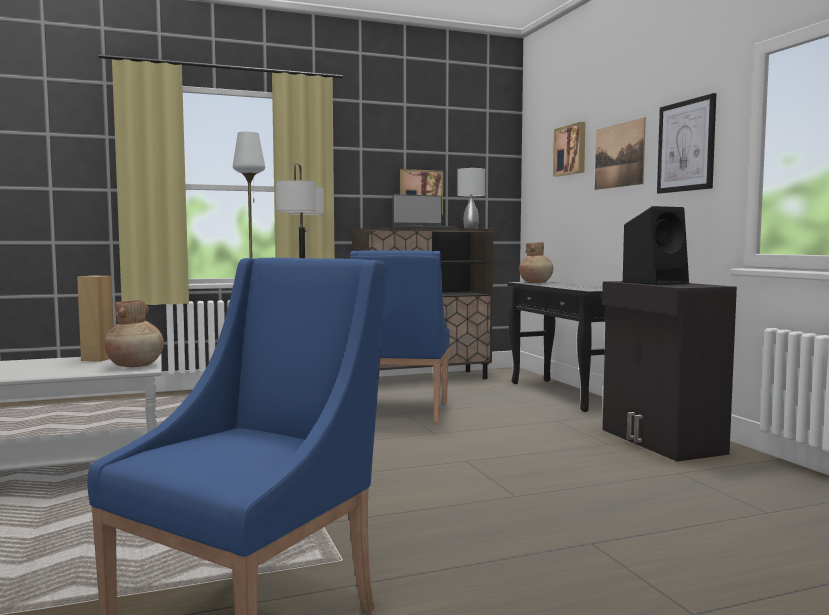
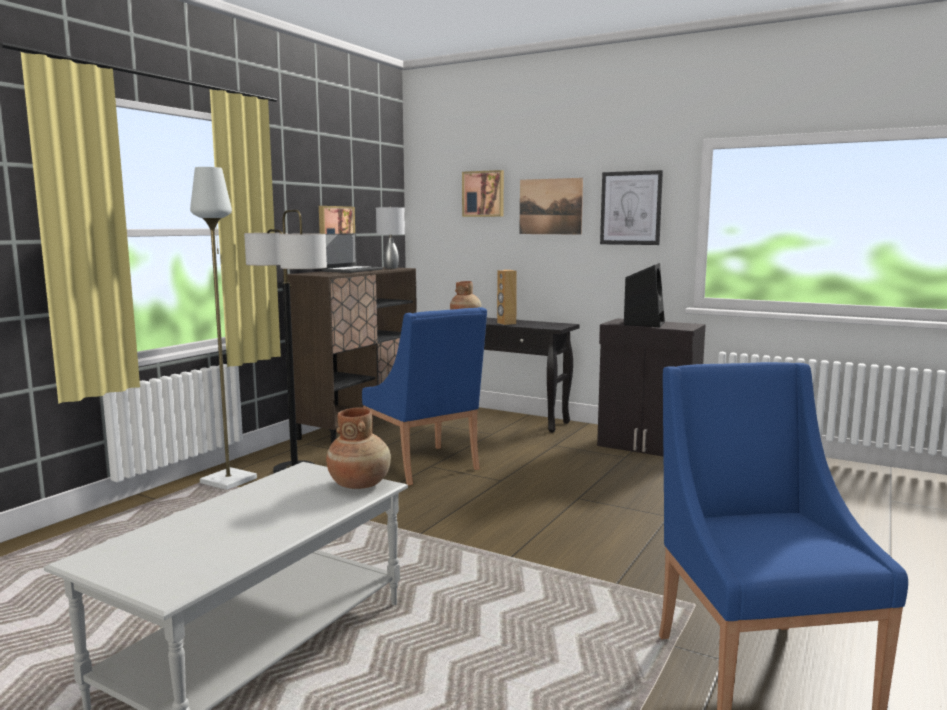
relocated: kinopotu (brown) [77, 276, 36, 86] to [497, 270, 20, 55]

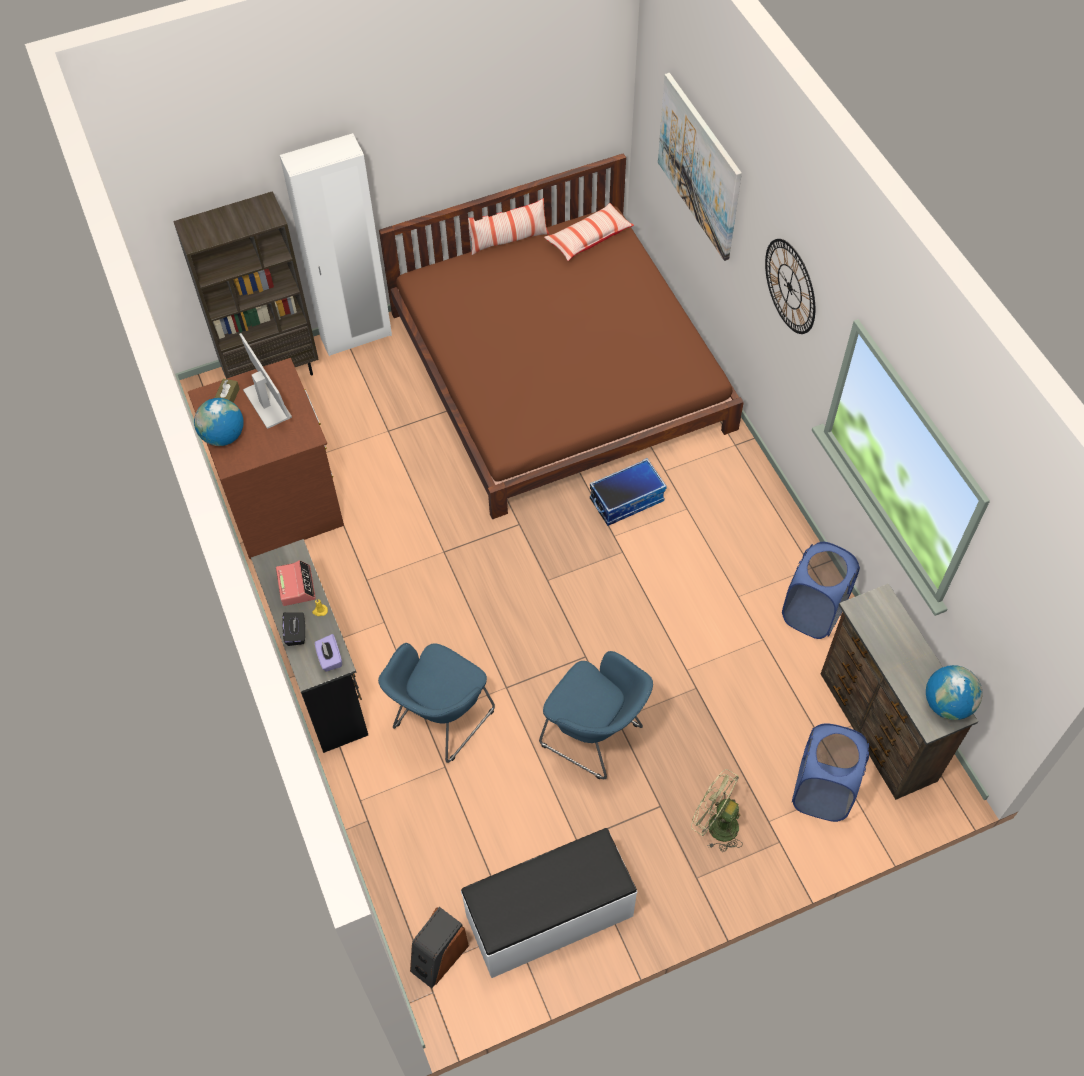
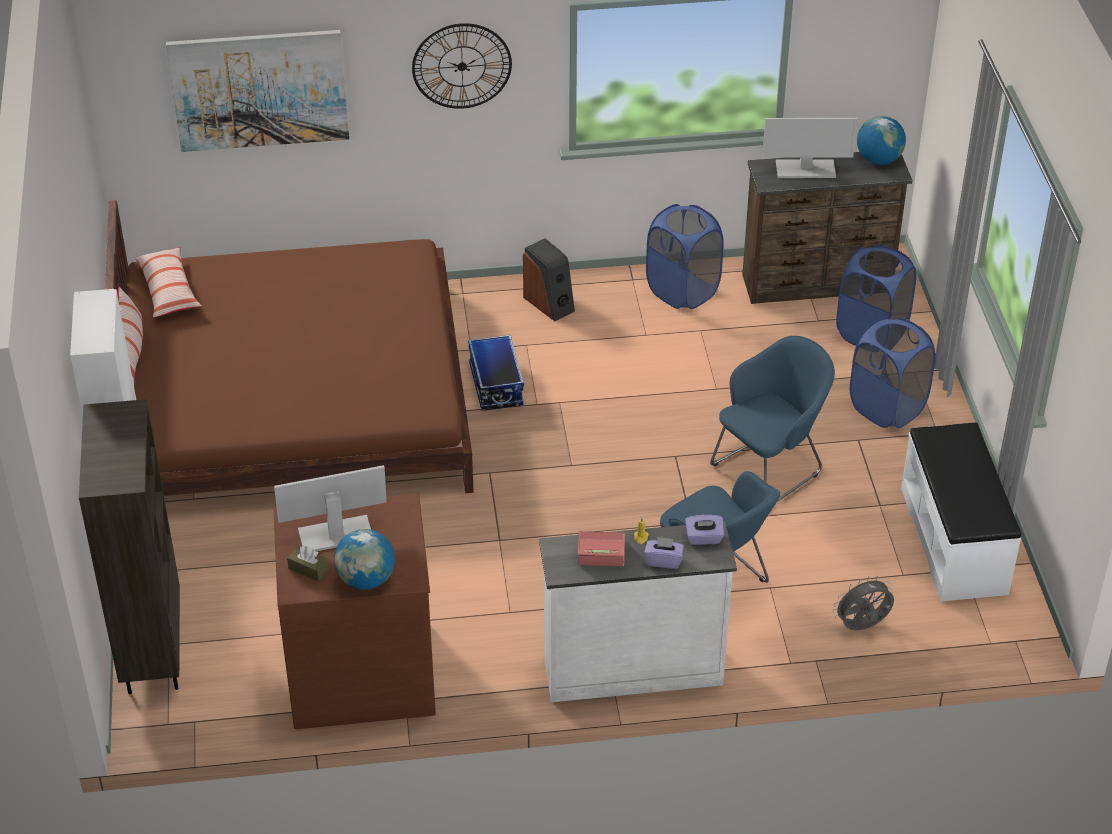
appeared: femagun [763, 118, 94, 60]; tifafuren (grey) [833, 576, 61, 54]
relocated: kinopotu [410, 907, 59, 81] to [523, 238, 52, 83]
exchanged: tifafuren (green) [691, 769, 52, 83] to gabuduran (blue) [850, 317, 86, 111]
colour: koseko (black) [251, 539, 117, 214] to koseko (white) [539, 521, 198, 181]; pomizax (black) [282, 612, 23, 34] to pomizax (purple) [644, 537, 40, 32]

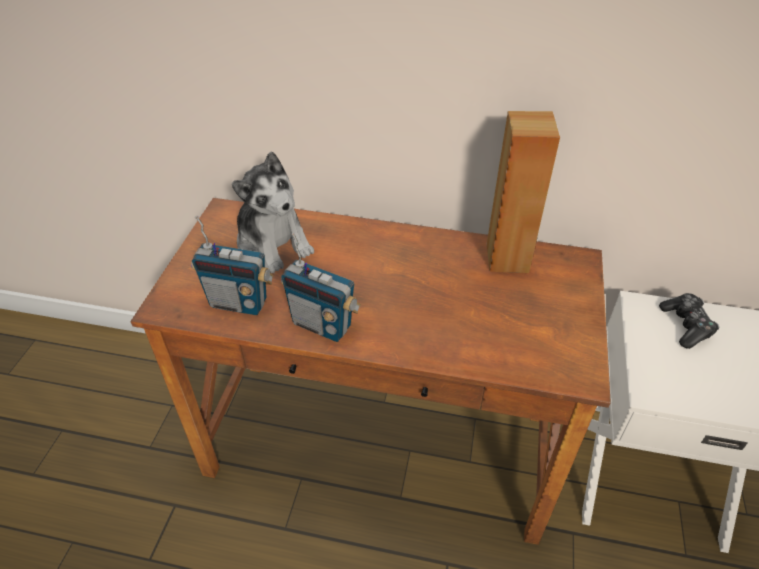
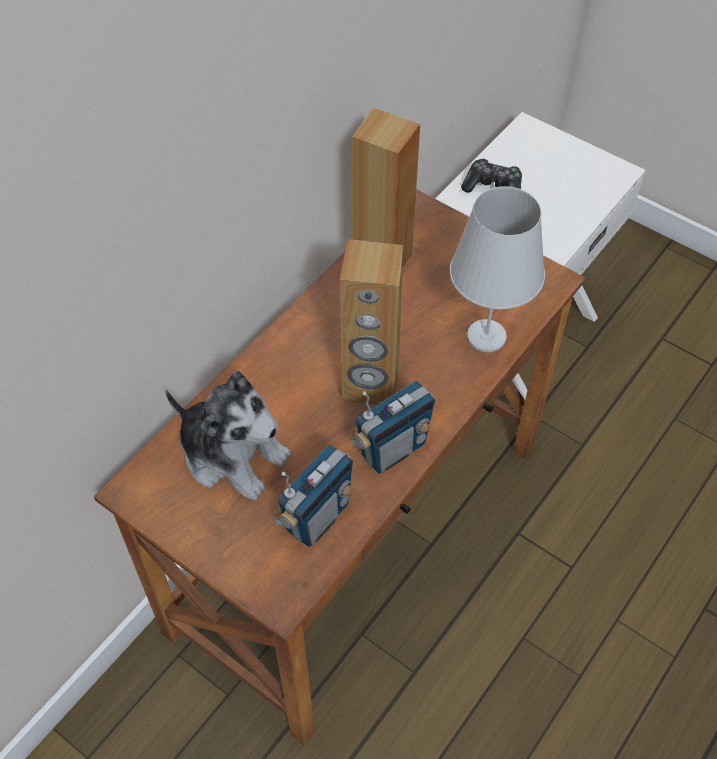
appeared: kinopotu (brown) [340, 239, 63, 166]; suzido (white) [450, 186, 95, 166]
spun: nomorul [232, 151, 82, 122] = [165, 371, 126, 130] 45 degrees clockwise

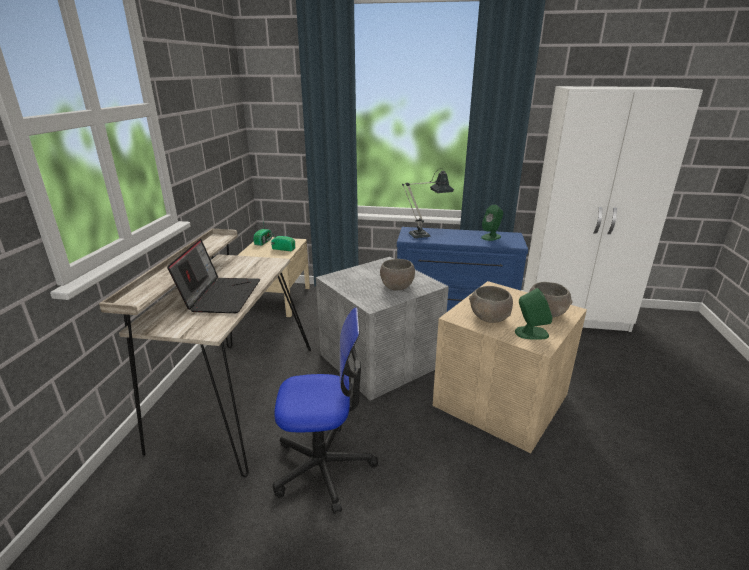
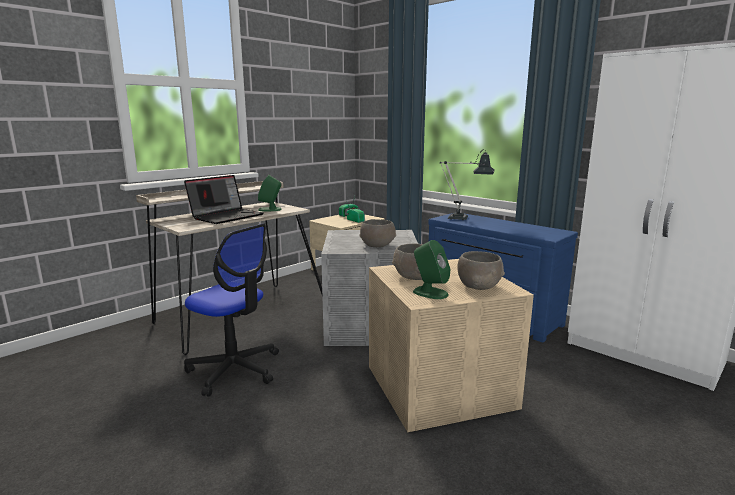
relocated: kinopotu (green) [481, 205, 22, 36] to [258, 175, 24, 36]

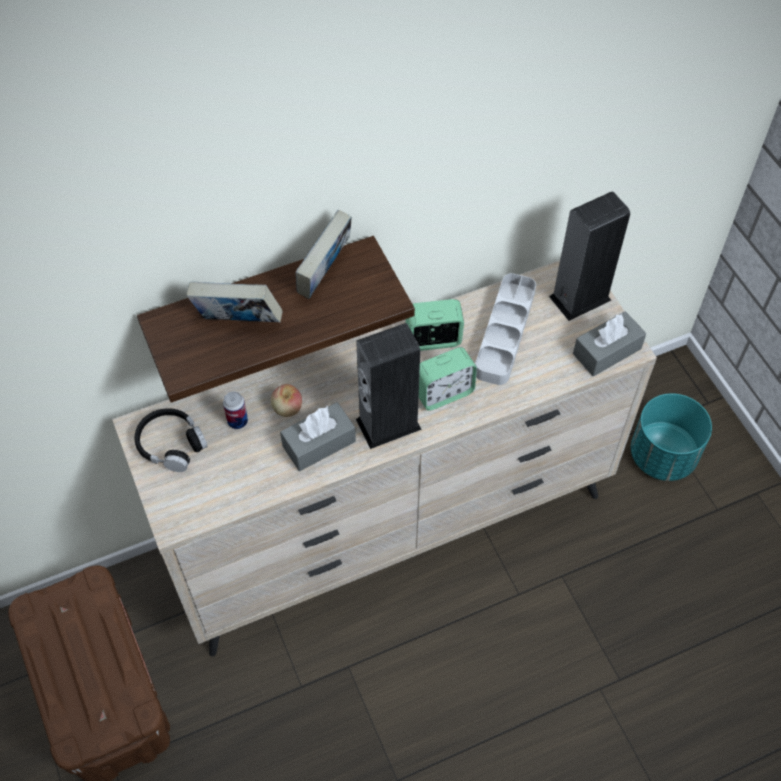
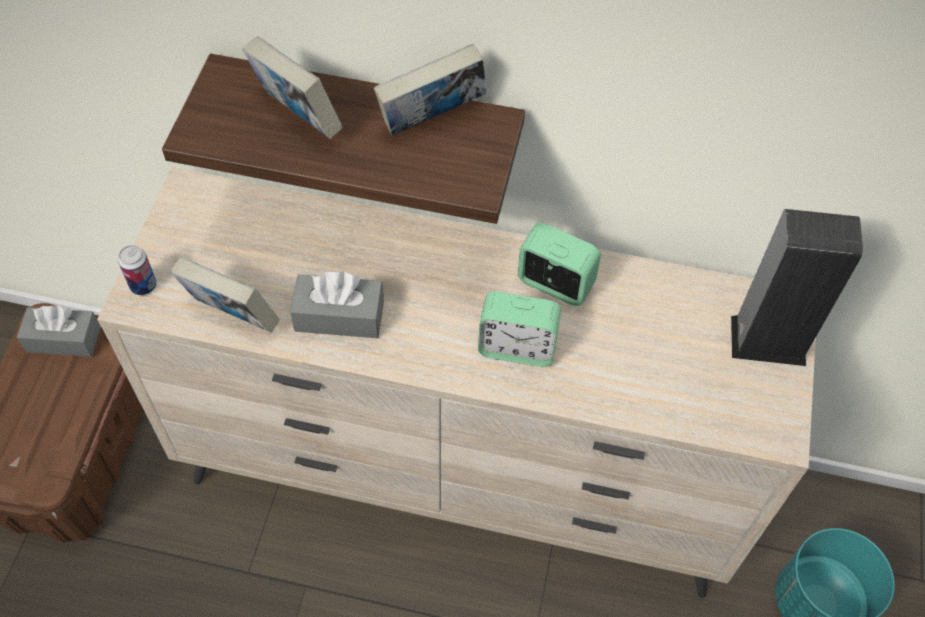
missing: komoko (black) [134, 408, 74, 64]; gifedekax [271, 384, 31, 33]; kinopotu [356, 323, 66, 126]; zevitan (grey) [475, 273, 61, 112]
appeared: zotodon [170, 257, 109, 76]
relocated: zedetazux [223, 391, 25, 38] to [118, 245, 39, 50]; pomizax (grey) [573, 311, 73, 65] to [17, 305, 84, 52]

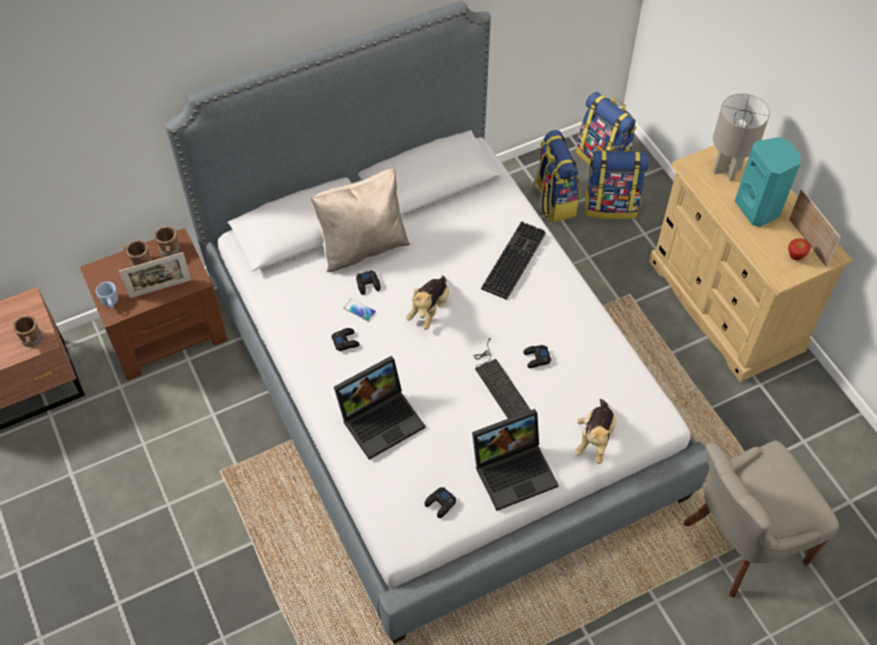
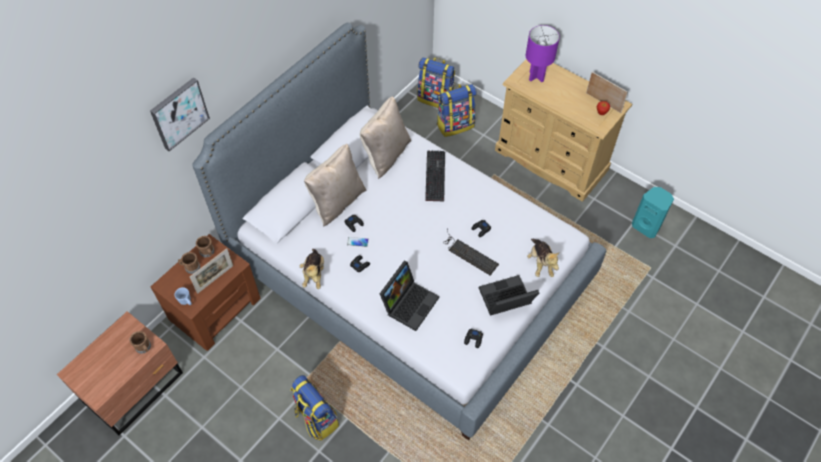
missing: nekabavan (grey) [684, 441, 155, 157]
appeared: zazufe [150, 77, 60, 74]; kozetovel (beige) [360, 96, 51, 83]
relocated: nomorul [406, 276, 43, 54] to [300, 249, 24, 40]; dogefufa [532, 130, 48, 92] to [291, 375, 48, 66]; kinopotu (turquoise) [735, 137, 66, 90] to [632, 187, 42, 51]
colour: suzido (grey) [713, 93, 57, 88] to suzido (purple) [526, 25, 34, 57]
spun: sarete [472, 409, 87, 102] = [479, 275, 60, 41] 150 degrees counterclockwise

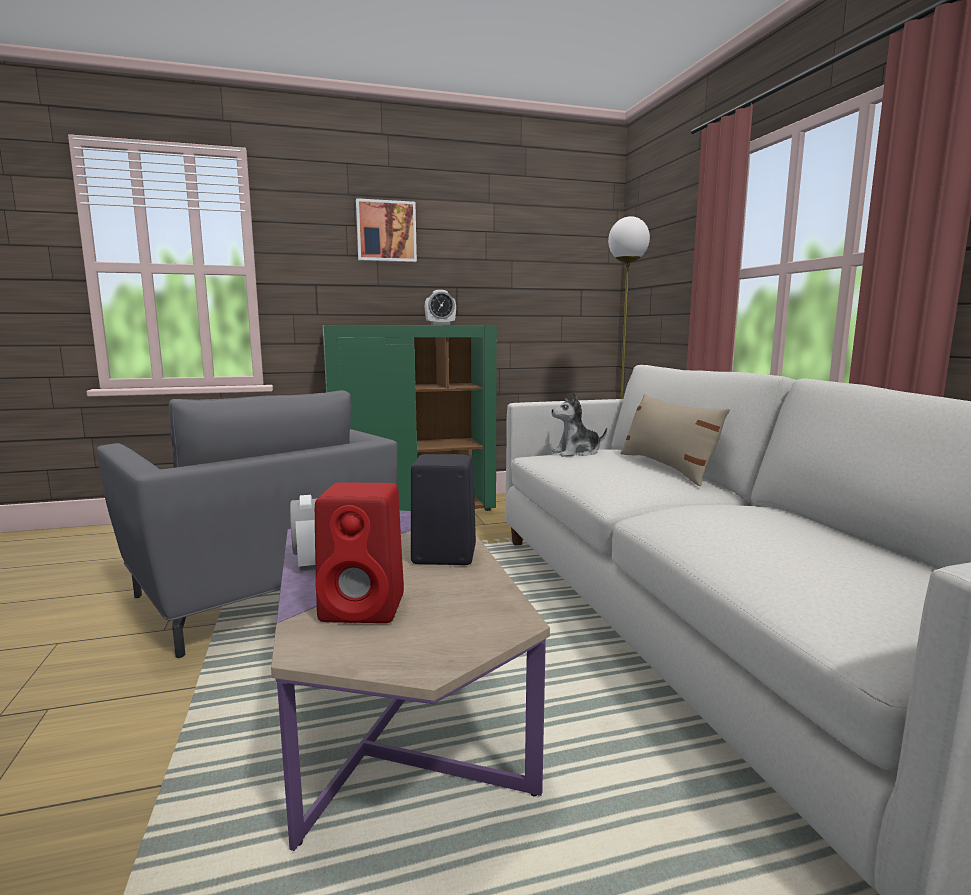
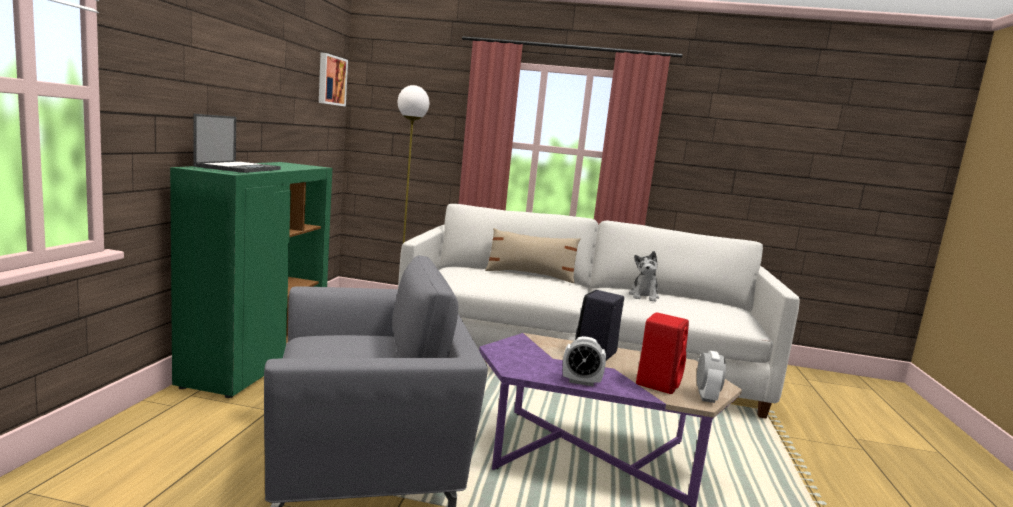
appeared: sarete [194, 114, 87, 59]
relocated: zazufe [356, 198, 61, 64] to [319, 53, 29, 53]; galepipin [425, 290, 31, 35] to [697, 351, 29, 52]; nomorul [551, 393, 56, 64] to [629, 251, 30, 51]

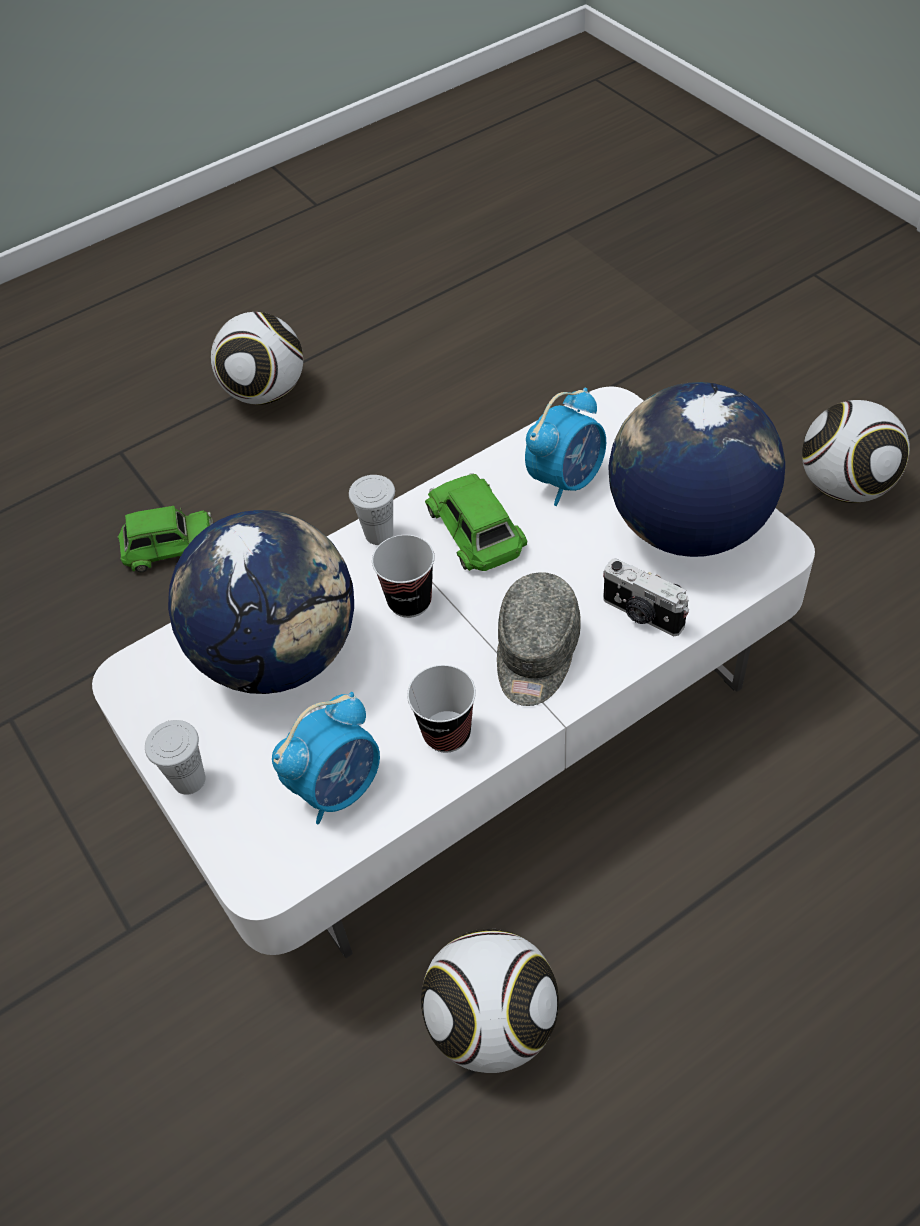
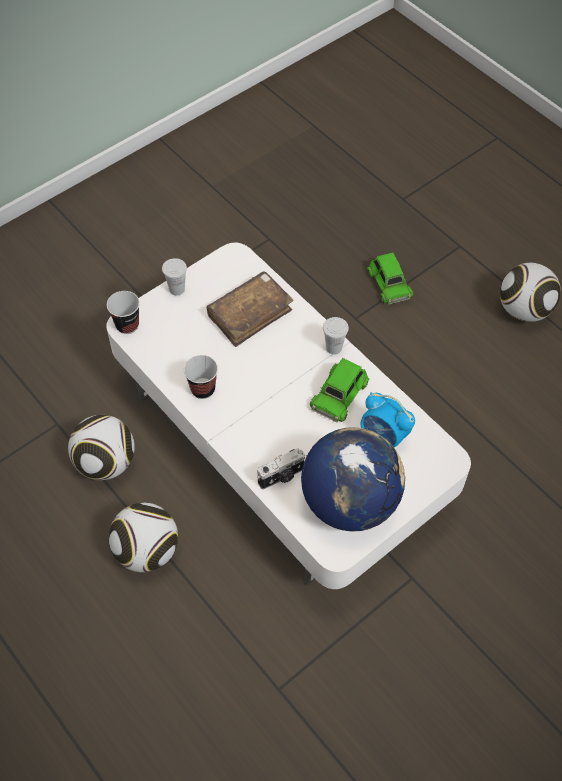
missing: galepipin [272, 692, 108, 132]; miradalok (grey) [497, 572, 84, 134]
relocated: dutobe [372, 535, 62, 83] to [107, 291, 33, 43]; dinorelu [802, 400, 108, 103] to [109, 503, 69, 69]
exchanged: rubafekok [168, 510, 186, 184] to zotodon (brown) [207, 271, 87, 76]
spun: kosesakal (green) [425, 473, 102, 98] = [310, 358, 59, 64] 150 degrees clockwise; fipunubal [603, 558, 86, 78] = [257, 448, 48, 42] 150 degrees counterclockwise

